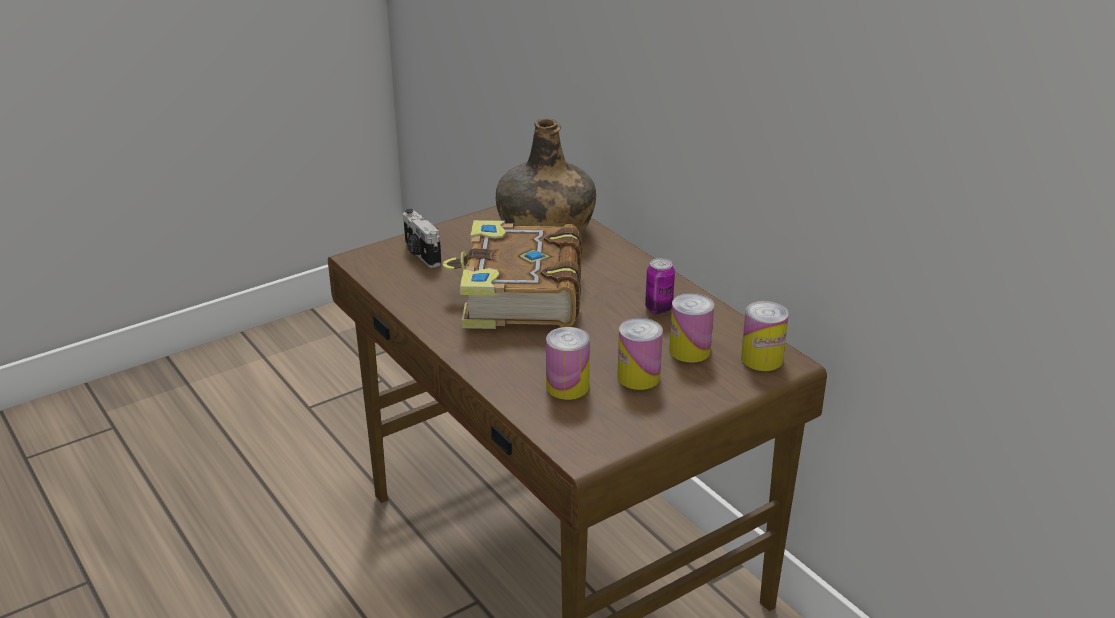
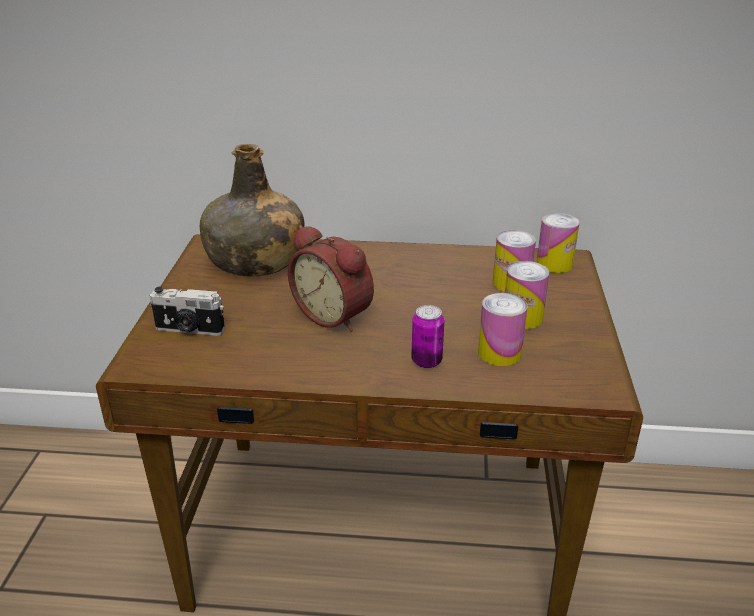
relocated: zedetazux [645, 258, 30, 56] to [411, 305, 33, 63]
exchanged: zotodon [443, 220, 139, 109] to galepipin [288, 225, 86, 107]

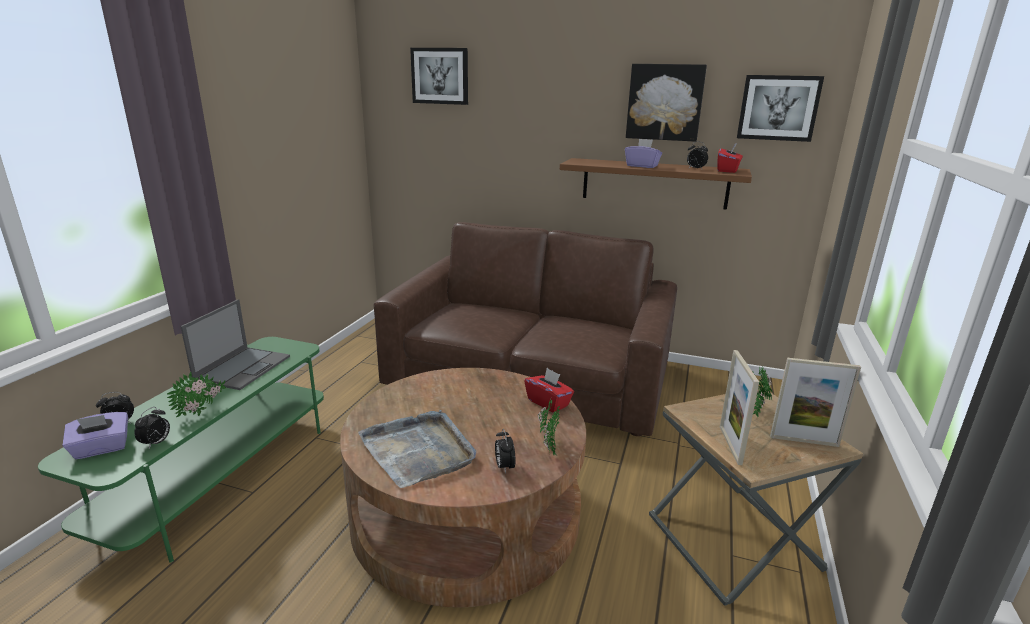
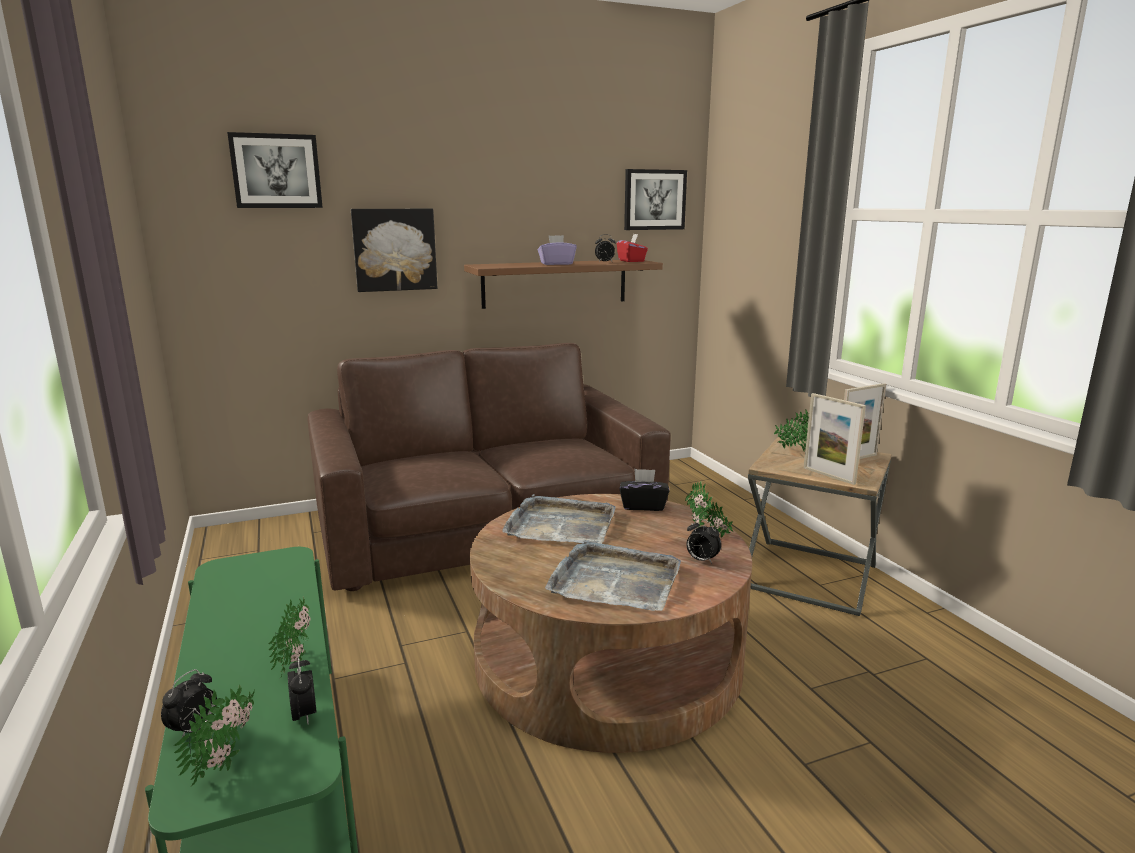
missing: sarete [180, 299, 110, 91]
appeared: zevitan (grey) [502, 494, 114, 50]
relocated: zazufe [626, 64, 81, 78] to [351, 209, 86, 83]
exchanged: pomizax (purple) [63, 412, 65, 47] to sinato [174, 685, 81, 102]
colour: pomizax (red) [525, 368, 49, 45] to pomizax (black) [620, 469, 49, 42]

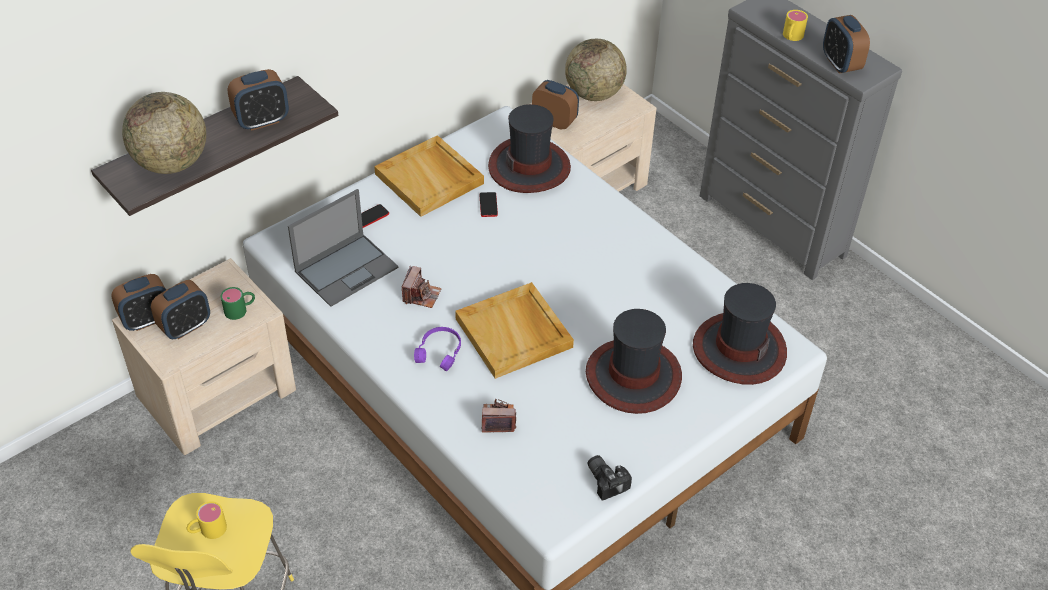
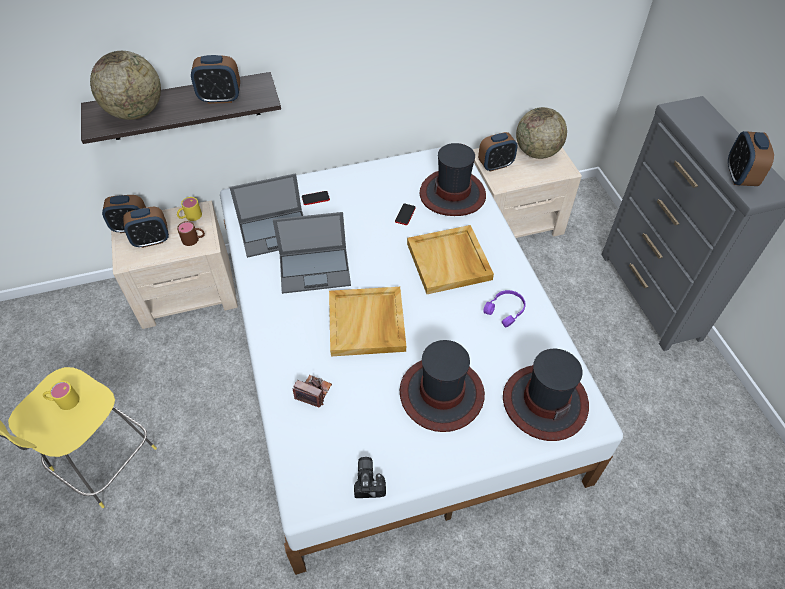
relocated: zevitan (beige) [374, 135, 110, 82] to [407, 225, 87, 69]; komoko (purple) [414, 327, 47, 44] to [483, 290, 43, 38]; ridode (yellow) [783, 10, 25, 31] to [177, 197, 25, 24]
exchanged: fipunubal [402, 266, 40, 42] to sarete [272, 212, 79, 82]
colour: ridode (green) [221, 287, 34, 33] to ridode (brown) [177, 221, 28, 25]
spun: galepipin [532, 80, 47, 50] = [478, 132, 40, 39] 105 degrees clockwise

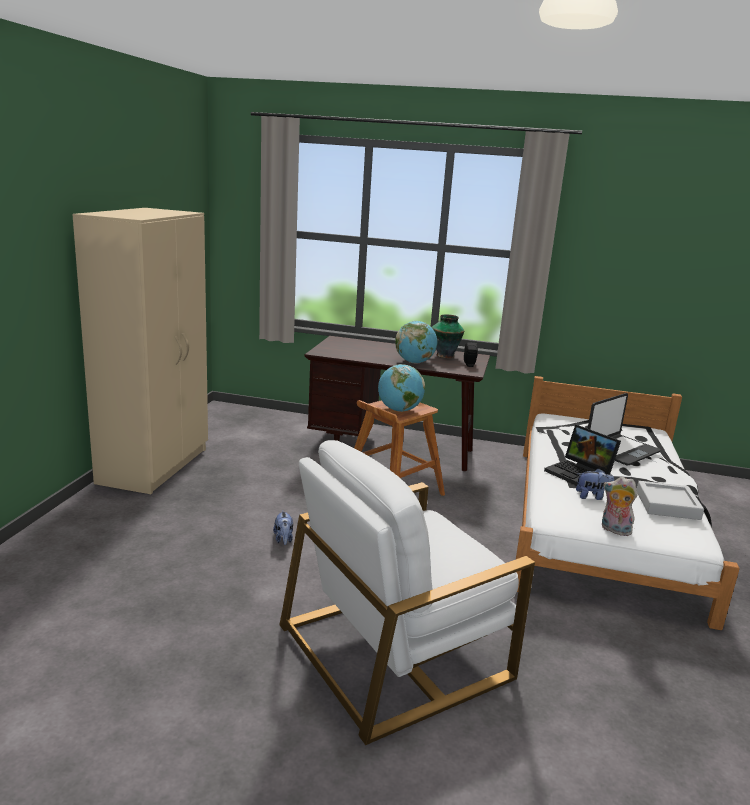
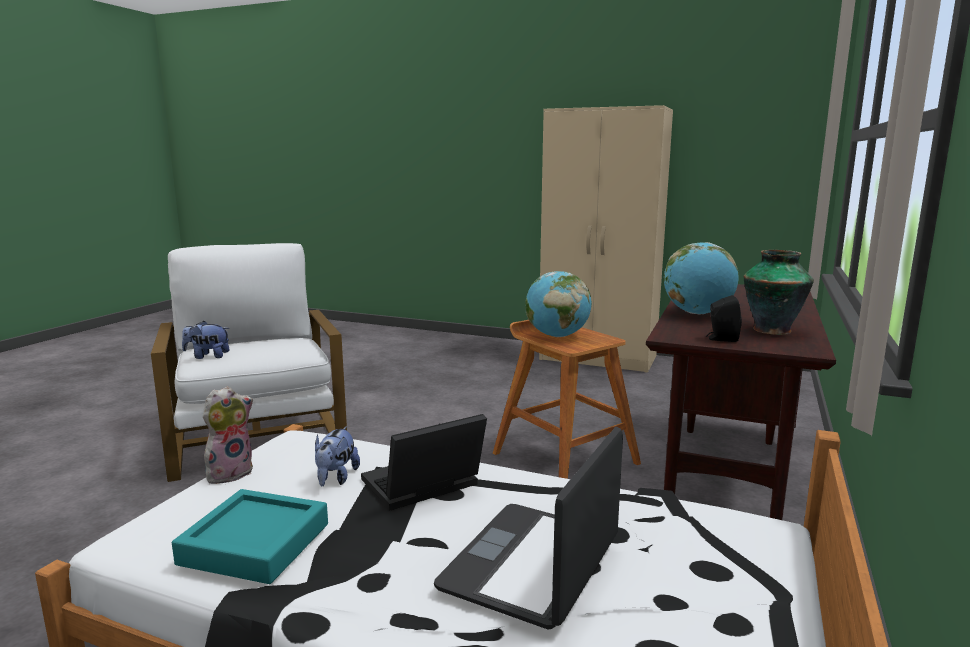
relocated: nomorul [273, 510, 20, 35] to [182, 321, 47, 38]
colour: zevitan (grey) [637, 481, 67, 39] to zevitan (turquoise) [172, 489, 156, 95]
spun: sarete [588, 393, 73, 72] = [434, 427, 189, 202] 60 degrees clockwise

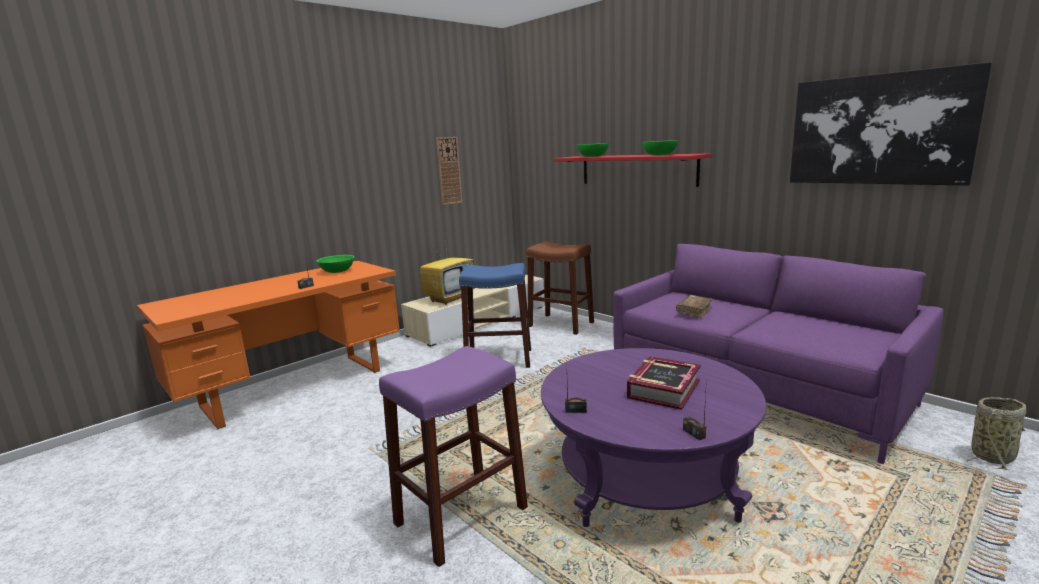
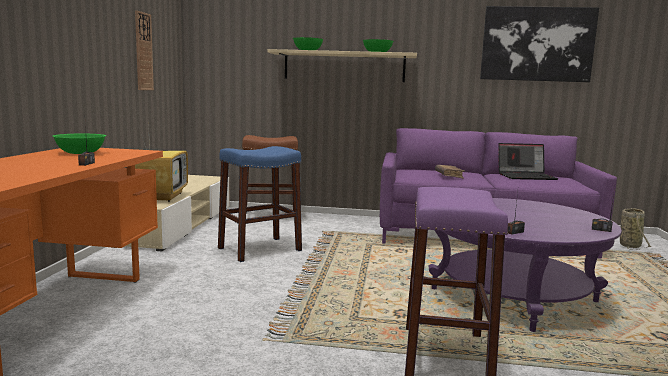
missing: zotodon [627, 356, 74, 54]
appeared: sarete [498, 143, 61, 37]
colour: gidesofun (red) [554, 153, 158, 34] to gidesofun (beige) [267, 49, 150, 33]

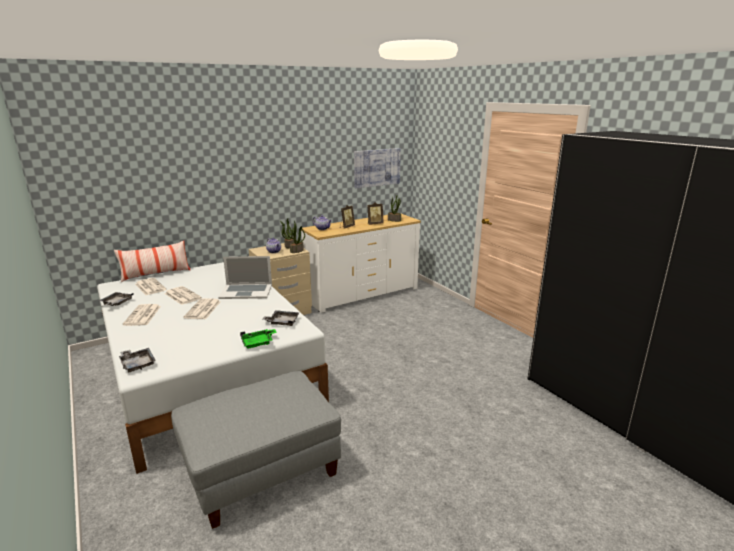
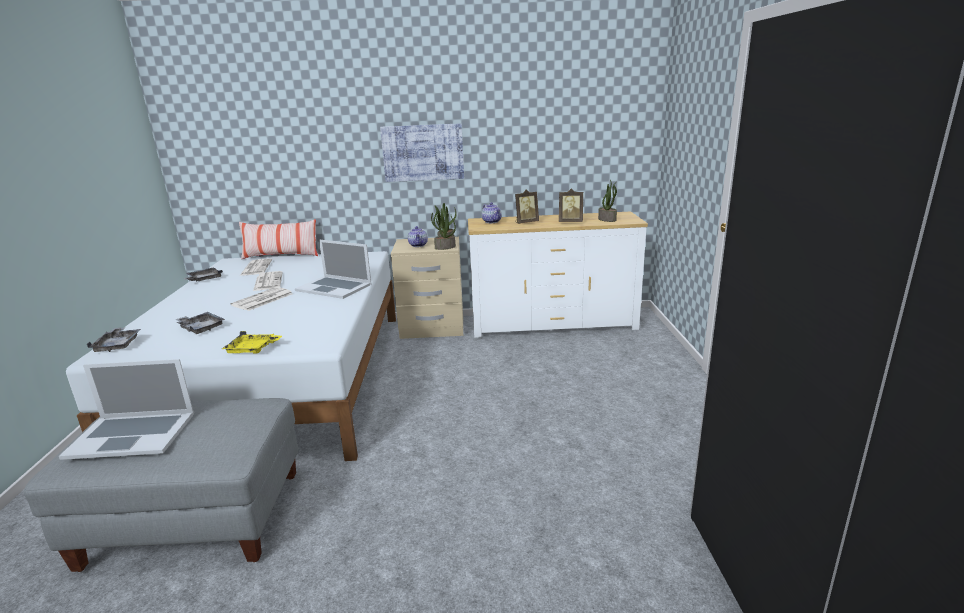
missing: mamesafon [123, 304, 38, 22]
appeared: sarete [59, 359, 135, 101]
relocated: zevitan (grey) [262, 310, 38, 16] to [175, 312, 50, 22]; zazufe [354, 148, 47, 40] to [380, 123, 84, 59]
colour: zevitan (green) [240, 329, 37, 20] to zevitan (yellow) [222, 331, 60, 23]

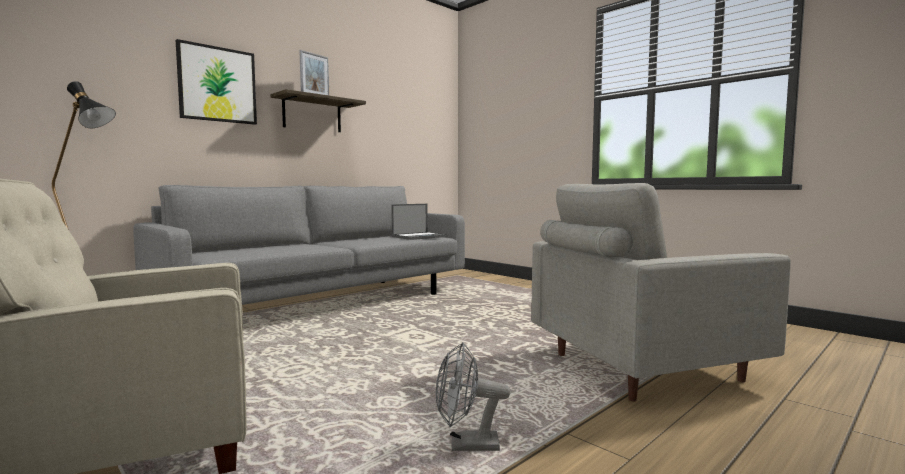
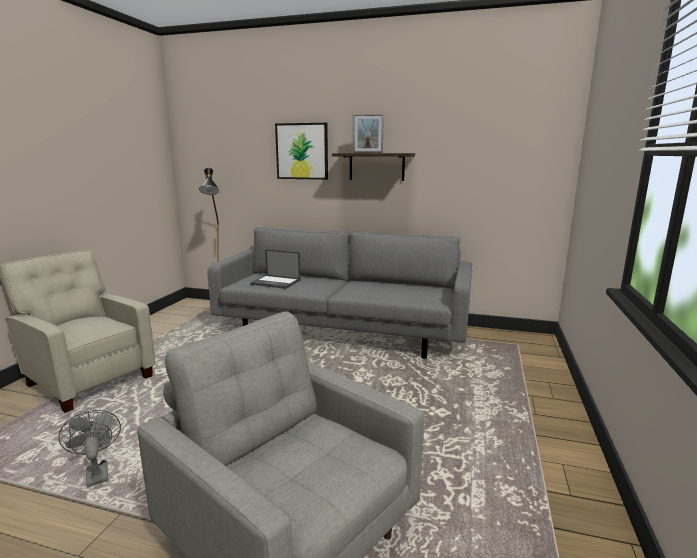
relocated: sarete [391, 204, 56, 36] to [250, 249, 51, 40]

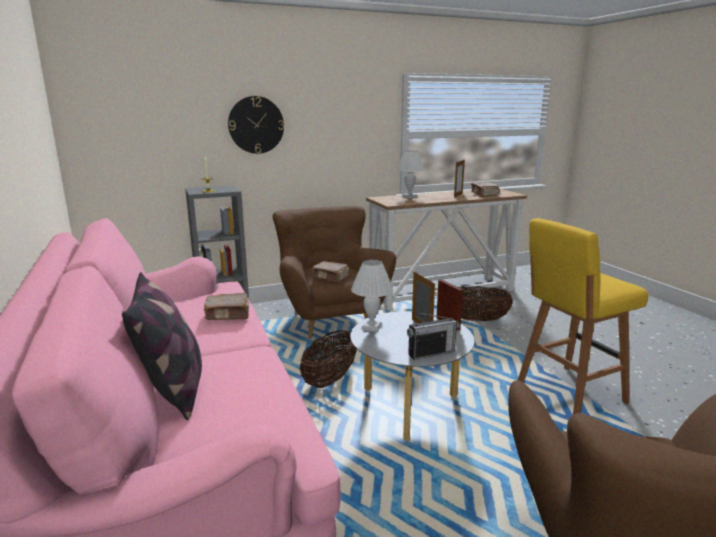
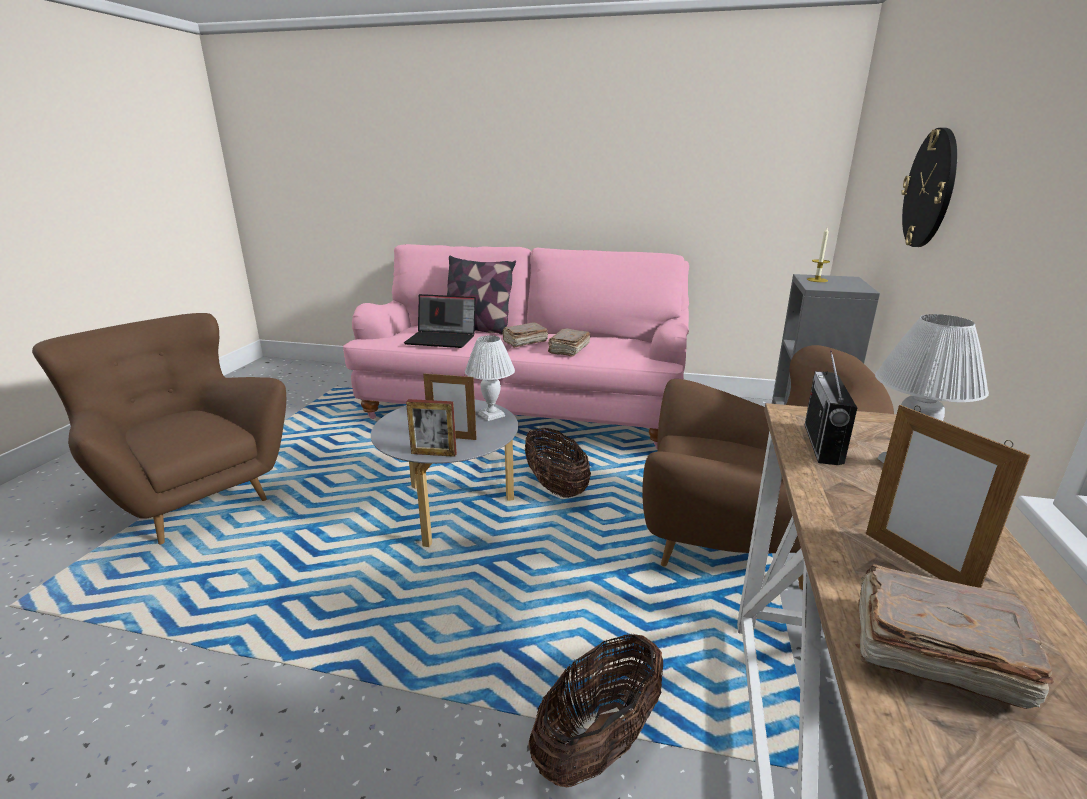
missing: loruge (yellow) [518, 218, 131, 197]
appeared: sarete [404, 294, 72, 54]
relocated: zotodon (brown) [311, 261, 38, 21] to [502, 322, 46, 26]; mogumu [407, 313, 52, 47] to [805, 350, 52, 115]

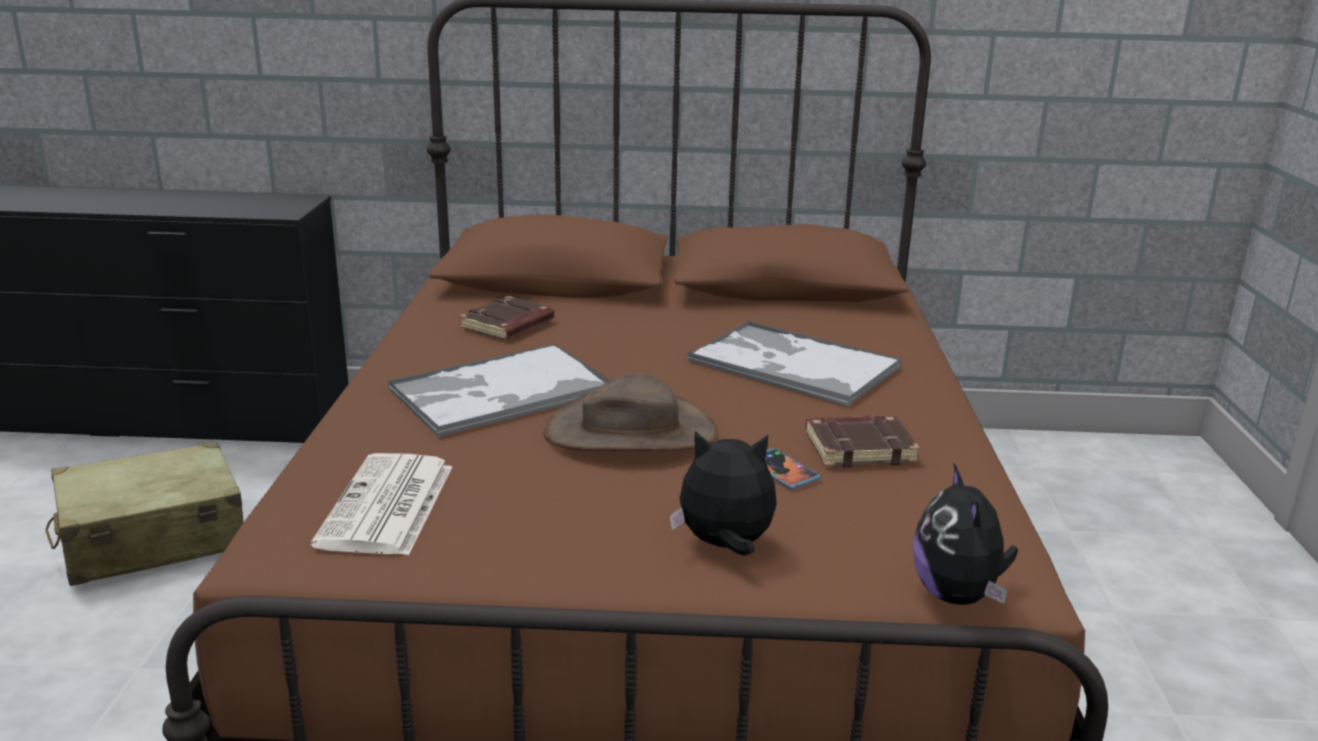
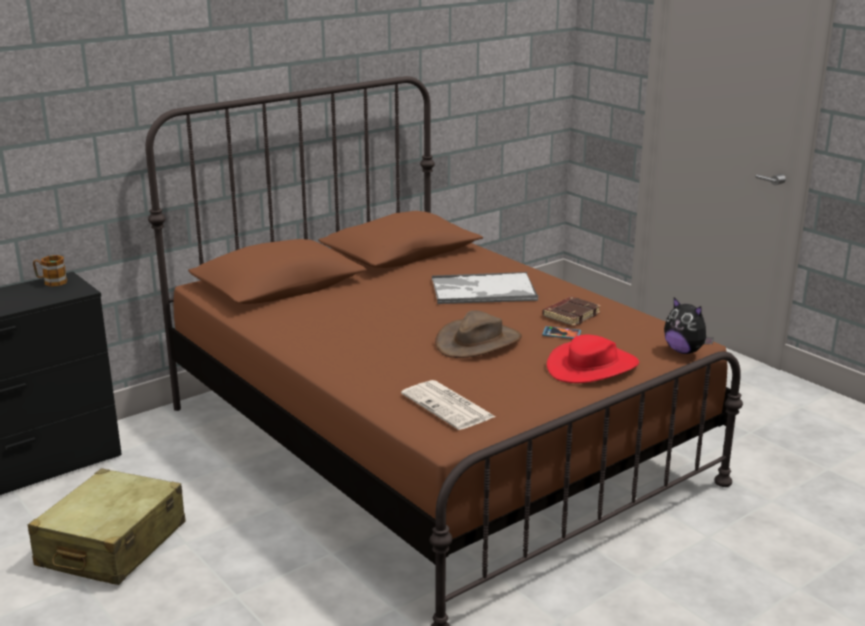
missing: zevitan [388, 344, 223, 94]; zotodon (brown) [460, 296, 94, 44]
appeared: ridode [33, 255, 34, 32]
exchanged: nomorul [670, 431, 107, 125] to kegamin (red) [547, 335, 92, 48]

